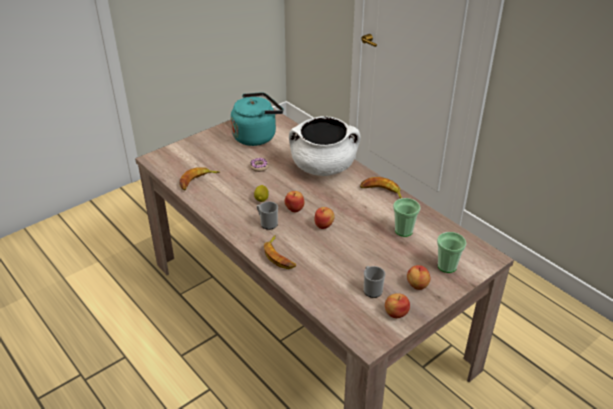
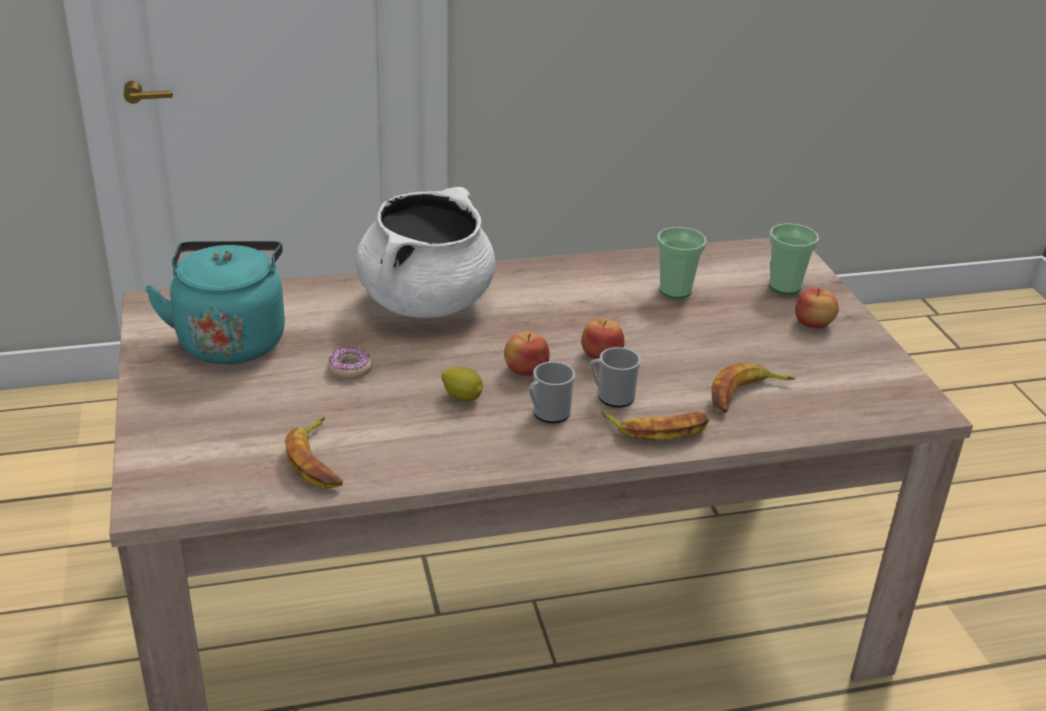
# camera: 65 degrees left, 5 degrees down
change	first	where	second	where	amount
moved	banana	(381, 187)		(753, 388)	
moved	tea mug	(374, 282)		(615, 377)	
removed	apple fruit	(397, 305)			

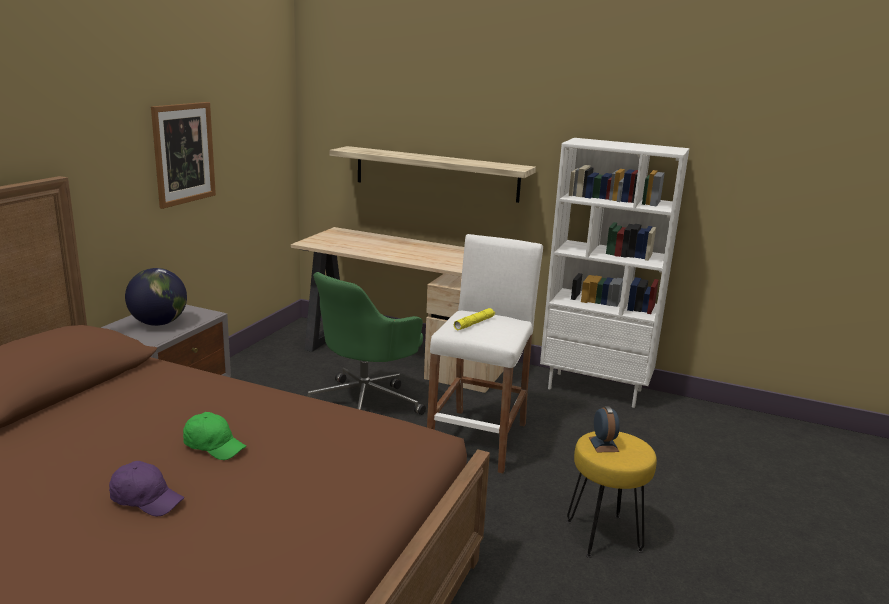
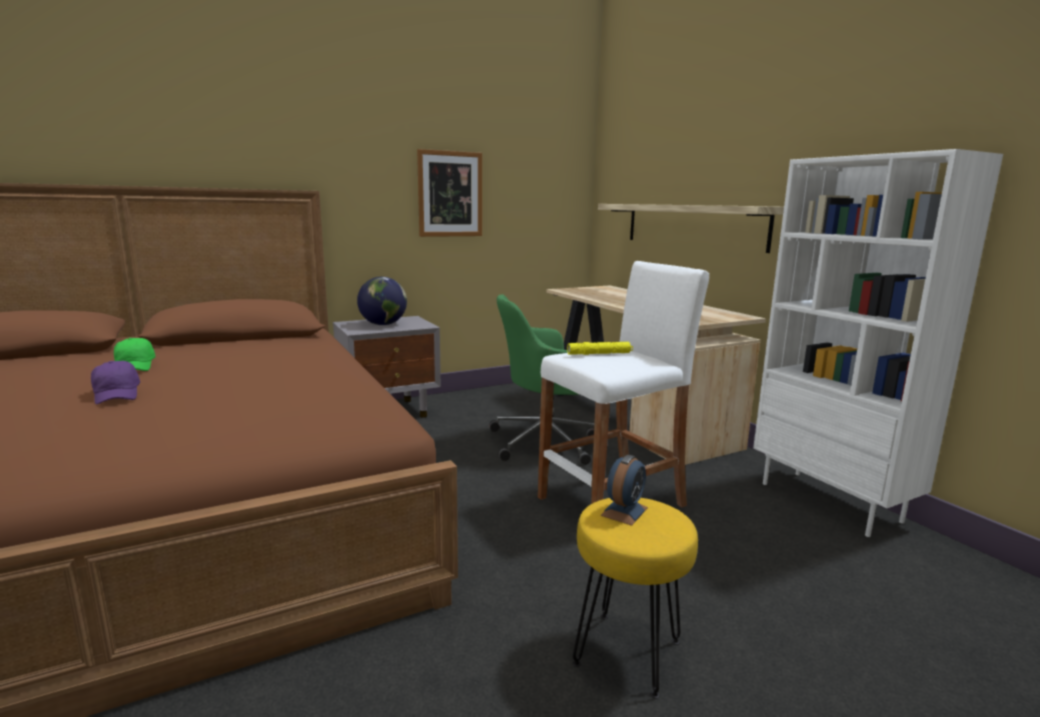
# camera: 40 degrees right, 5 degrees down
change	first	where	second	where	amount
moved	green baseball cap	(214, 436)		(134, 354)	

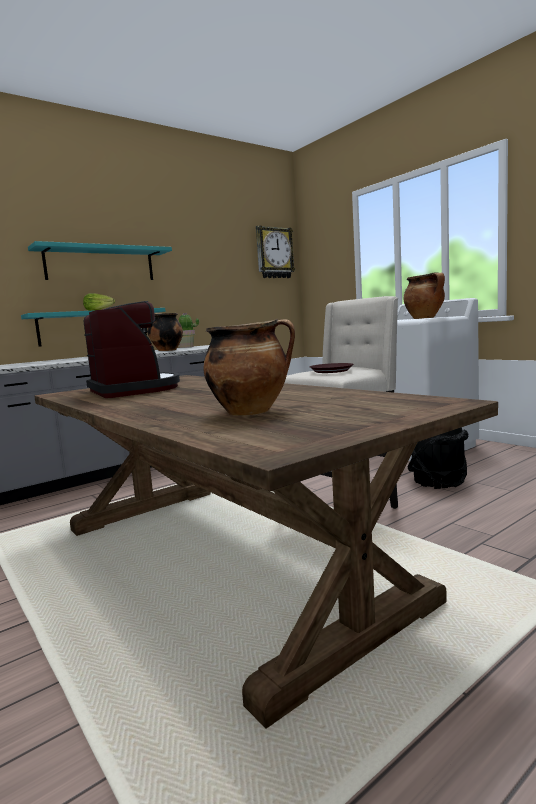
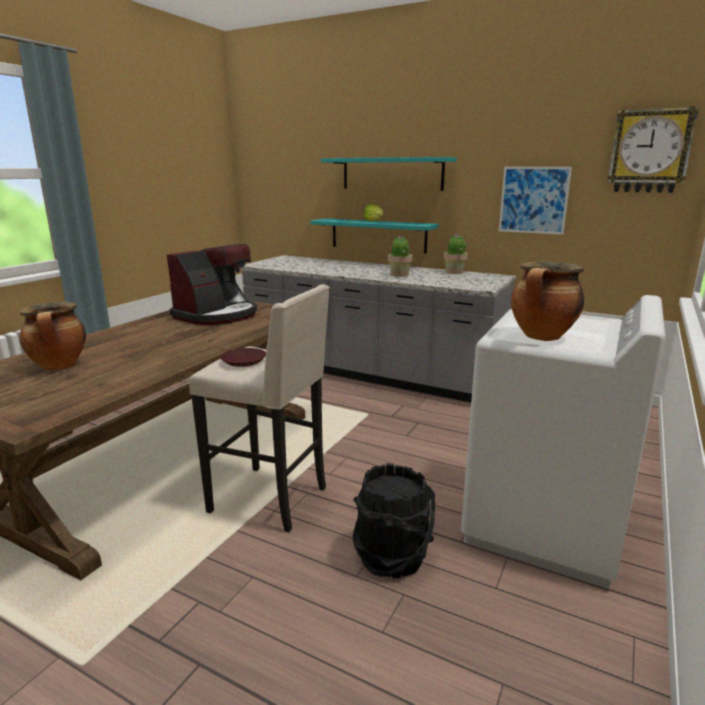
# camera: 65 degrees right, 10 degrees up
change	first	where	second	where	amount
replaced	stockpot	(165, 332)	potted plant	(400, 256)	
added			wall art	(535, 201)	

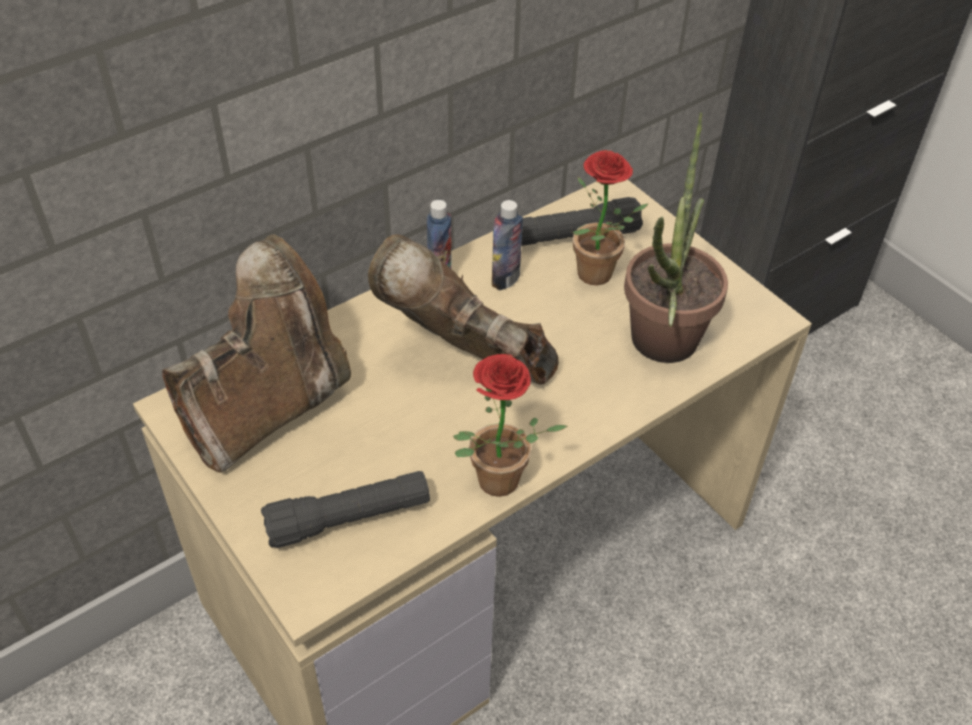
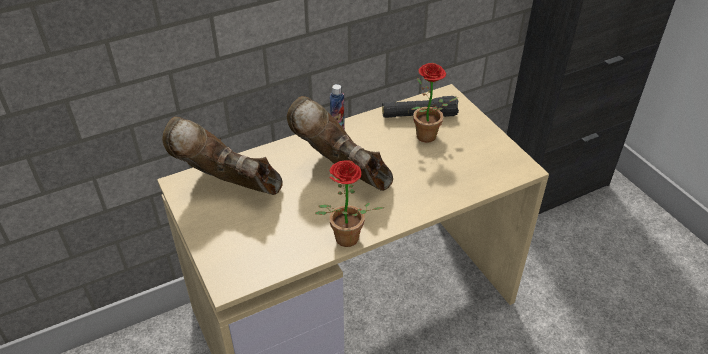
# camera: 10 degrees right, 5 degrees down
change	first	where	second	where	amount
turned	brown tall boot	(256, 354)		(222, 156)	120 degrees counterclockwise
removed	blackish torch	(345, 509)			
removed	drink bottle	(507, 245)			
removed	potted plant	(676, 238)			

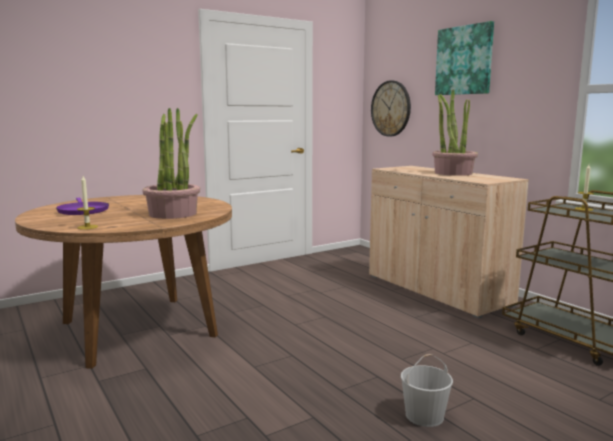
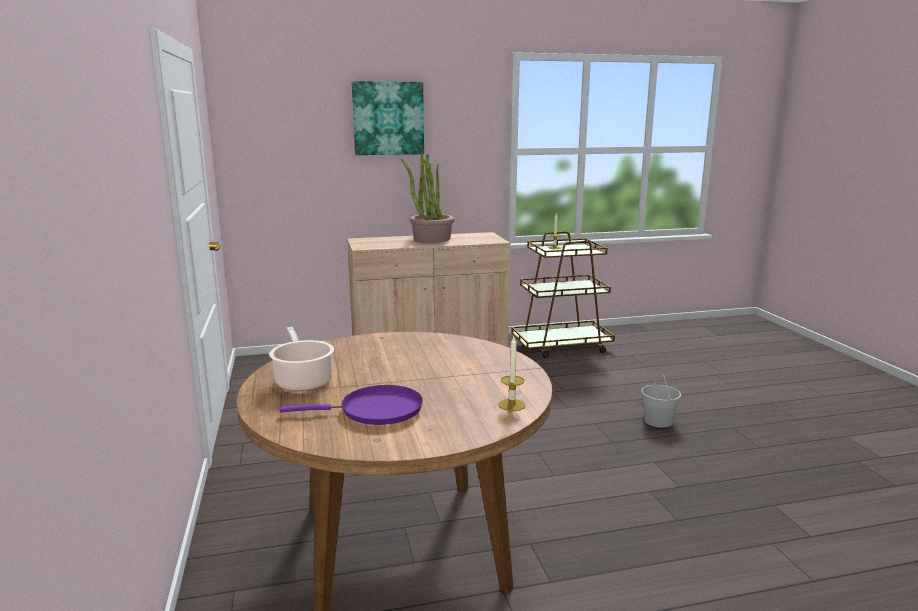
# camera: 70 degrees left, 5 degrees up
change	first	where	second	where	amount
removed	potted plant	(171, 163)			
removed	hanging clock	(391, 109)			
added			stockpot	(301, 359)	

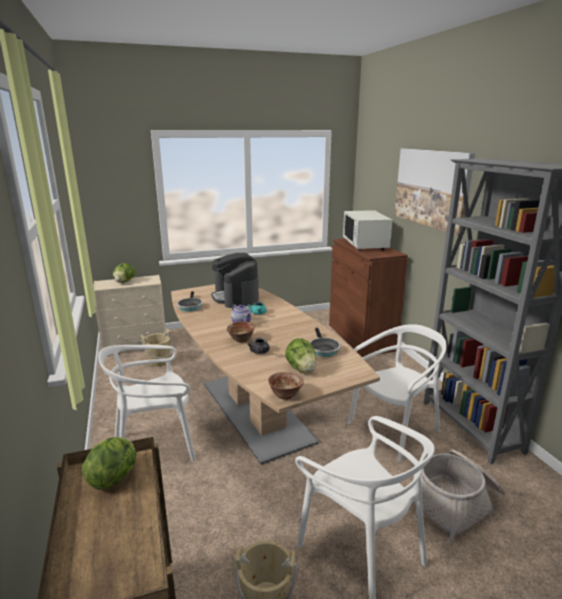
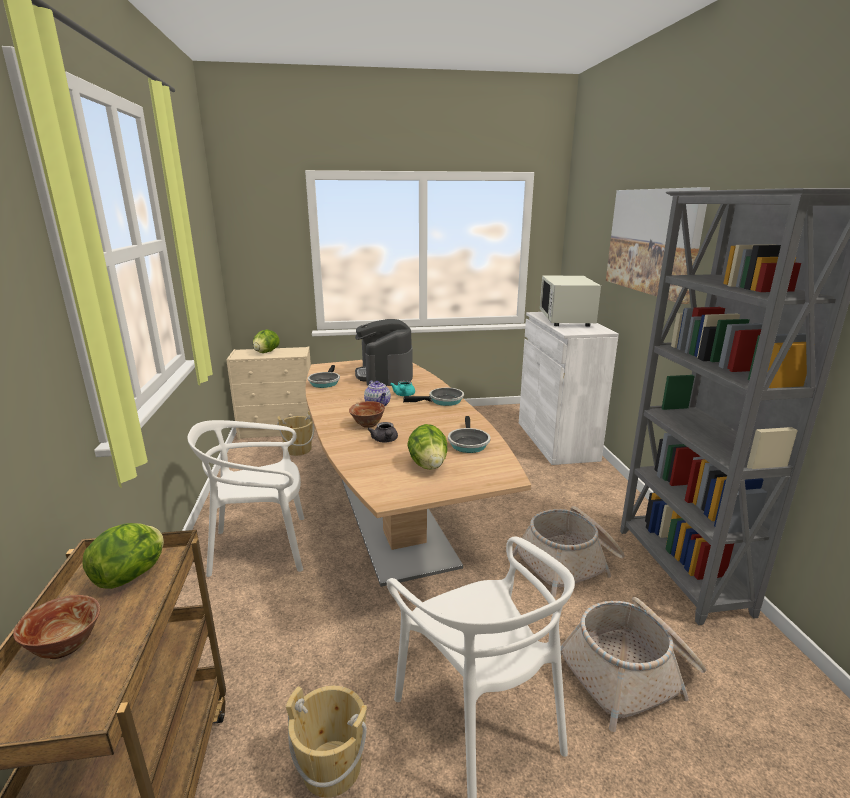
# camera: 10 degrees right, 0 degrees up
change	first	where	second	where	amount
moved	deep dish	(286, 386)		(56, 627)	
recoloured	brown cupboard	(368, 298)	white-coloured cupboard	(569, 388)	
replaced	white-coloured plain chair	(397, 393)	storage basket	(568, 551)	
added			skillet	(433, 397)	

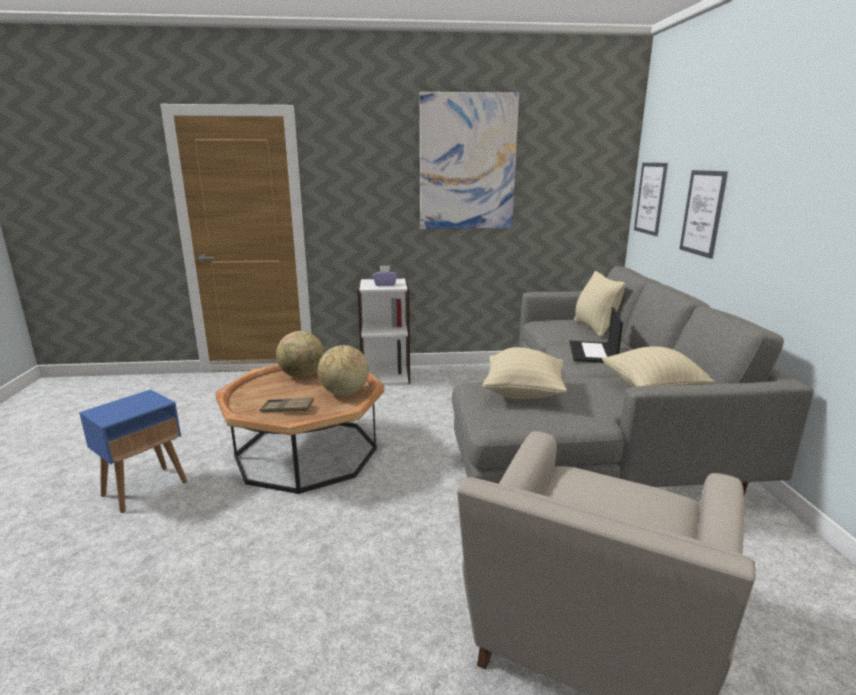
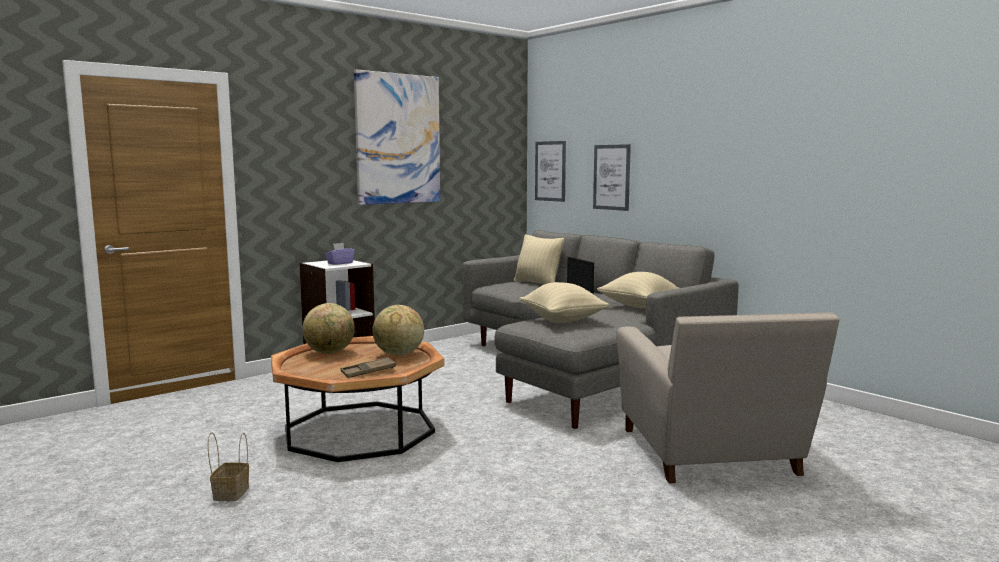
# camera: 35 degrees left, 10 degrees down
change	first	where	second	where	amount
replaced	blue side table	(133, 451)	storage basket	(228, 466)	

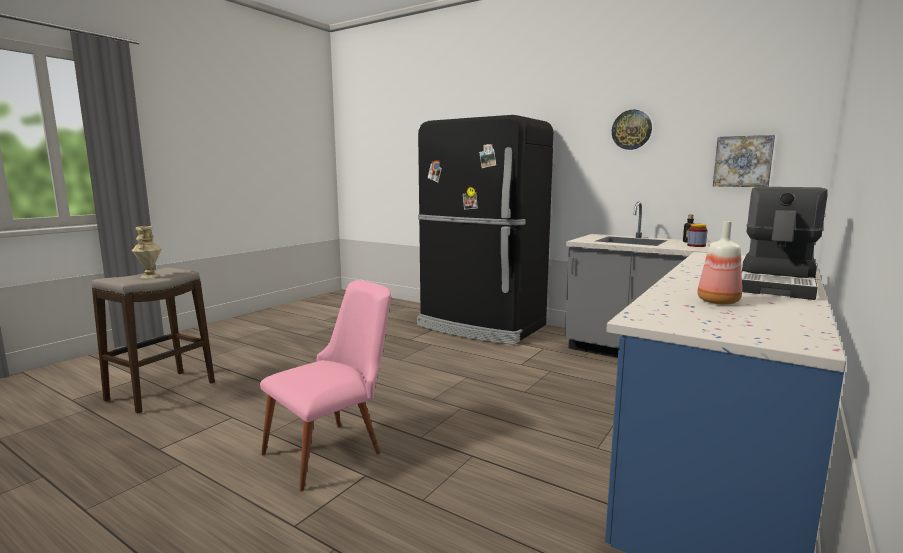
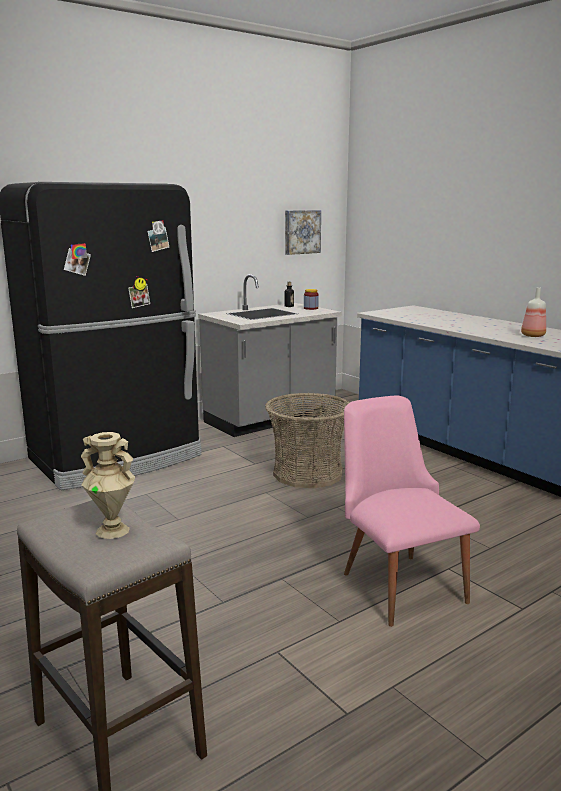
# camera: 70 degrees left, 5 degrees up
change	first	where	second	where	amount
removed	hanging clock	(632, 130)			
removed	coffee maker	(785, 243)			
added			storage basket	(307, 440)	

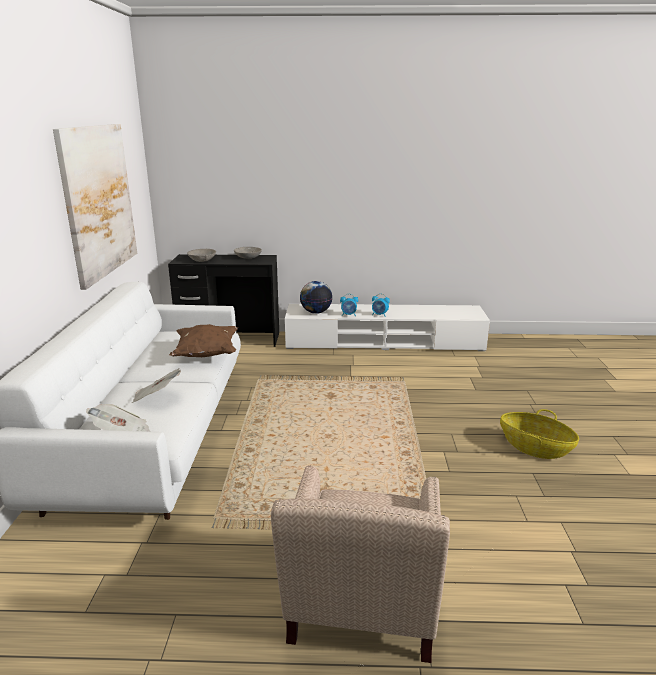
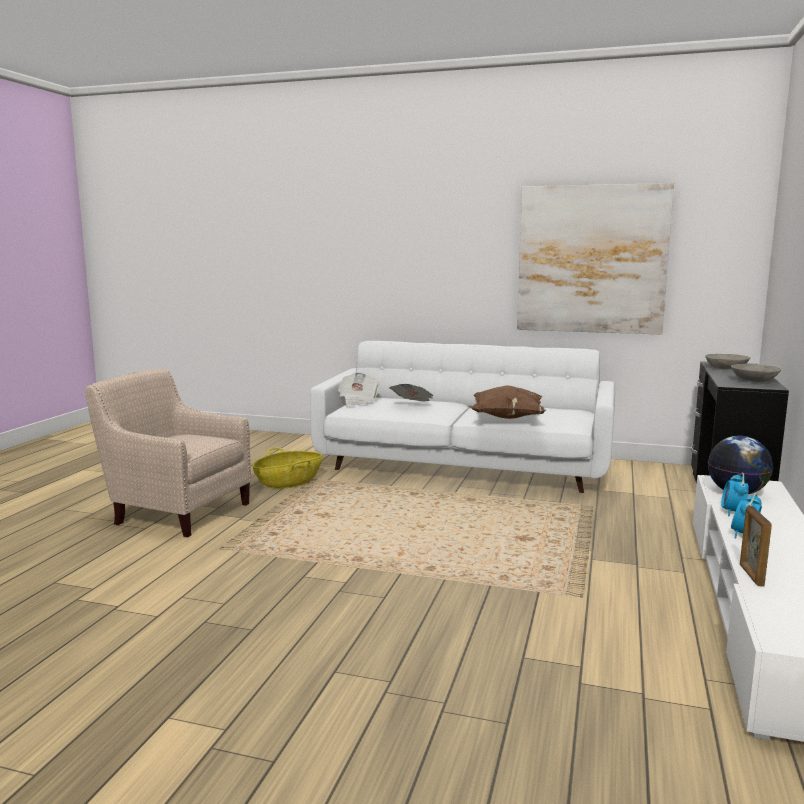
# camera: 105 degrees right, 10 degrees down
change	first	where	second	where	amount
moved	storage basket	(539, 434)		(288, 468)	
added			photo frame	(756, 546)	

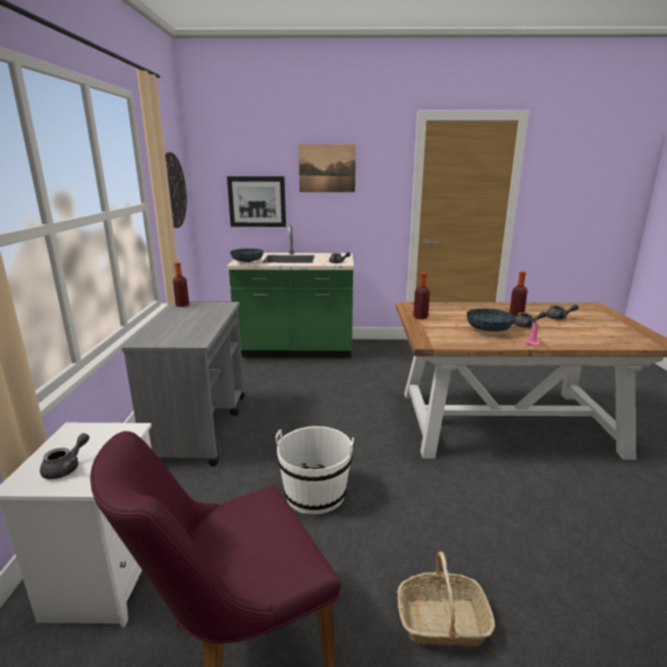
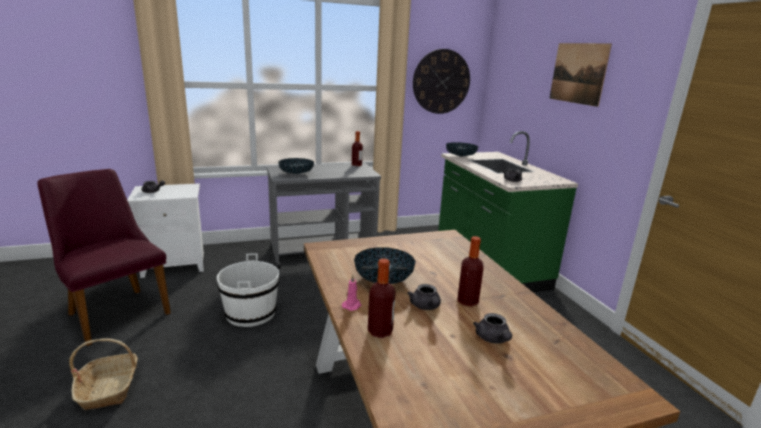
# camera: 70 degrees right, 0 degrees up
change	first	where	second	where	amount
removed	wall art	(256, 201)			
moved	drink bottle	(421, 295)		(382, 298)	
added			deep dish	(296, 166)	

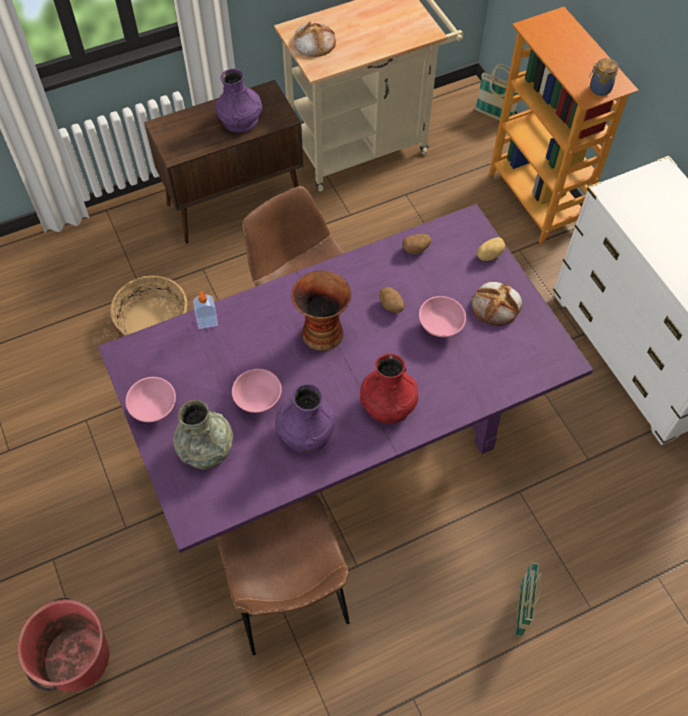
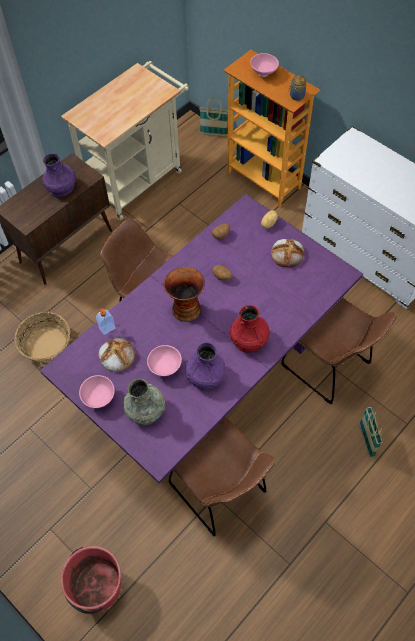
# camera: 20 degrees left, 0 degrees up
change	first	where	second	where	amount
moved	baked bread	(315, 39)		(117, 355)	
moved	pinkish deep dish	(442, 316)		(264, 65)	
added			brown plain chair	(339, 351)	

